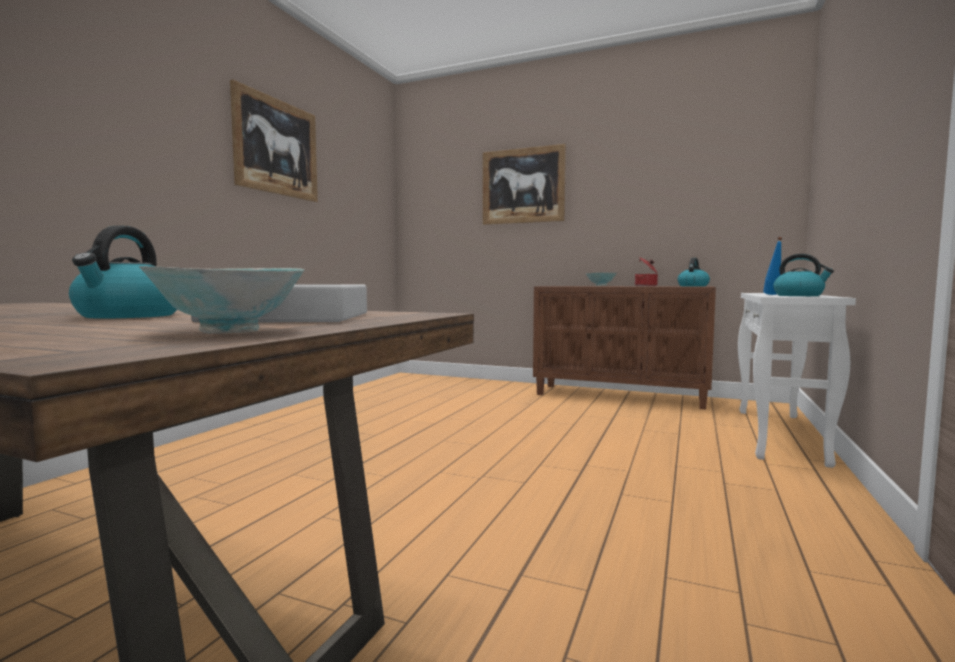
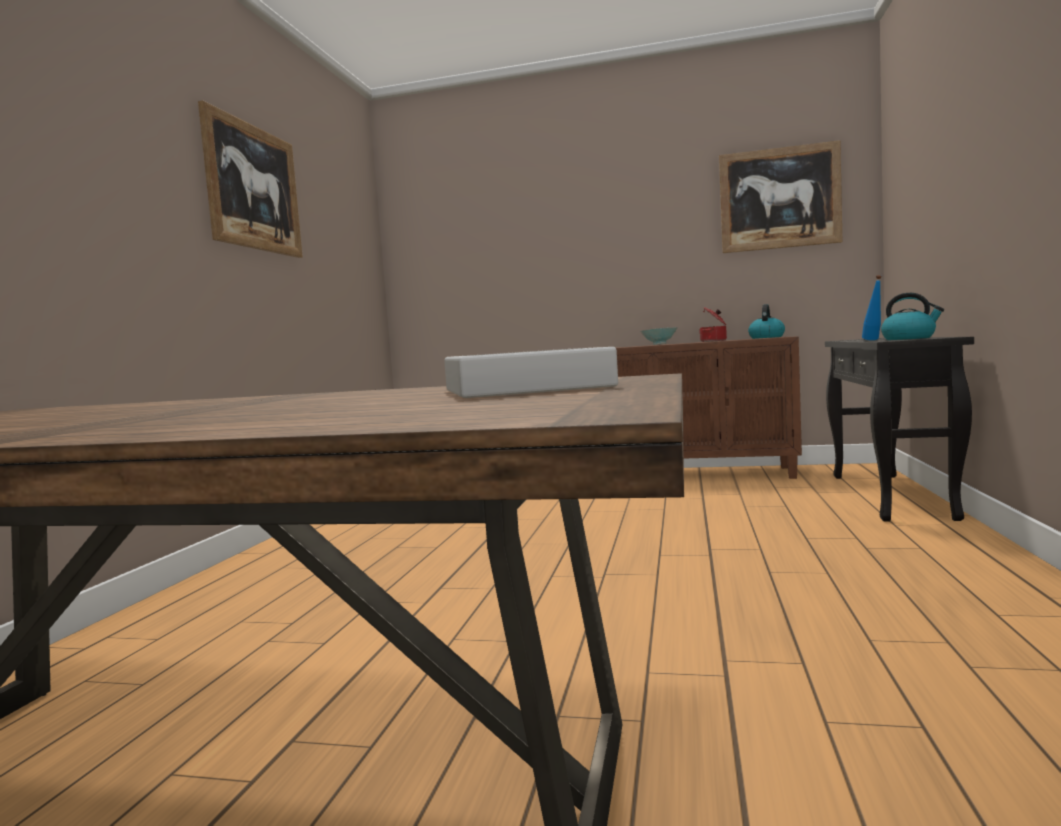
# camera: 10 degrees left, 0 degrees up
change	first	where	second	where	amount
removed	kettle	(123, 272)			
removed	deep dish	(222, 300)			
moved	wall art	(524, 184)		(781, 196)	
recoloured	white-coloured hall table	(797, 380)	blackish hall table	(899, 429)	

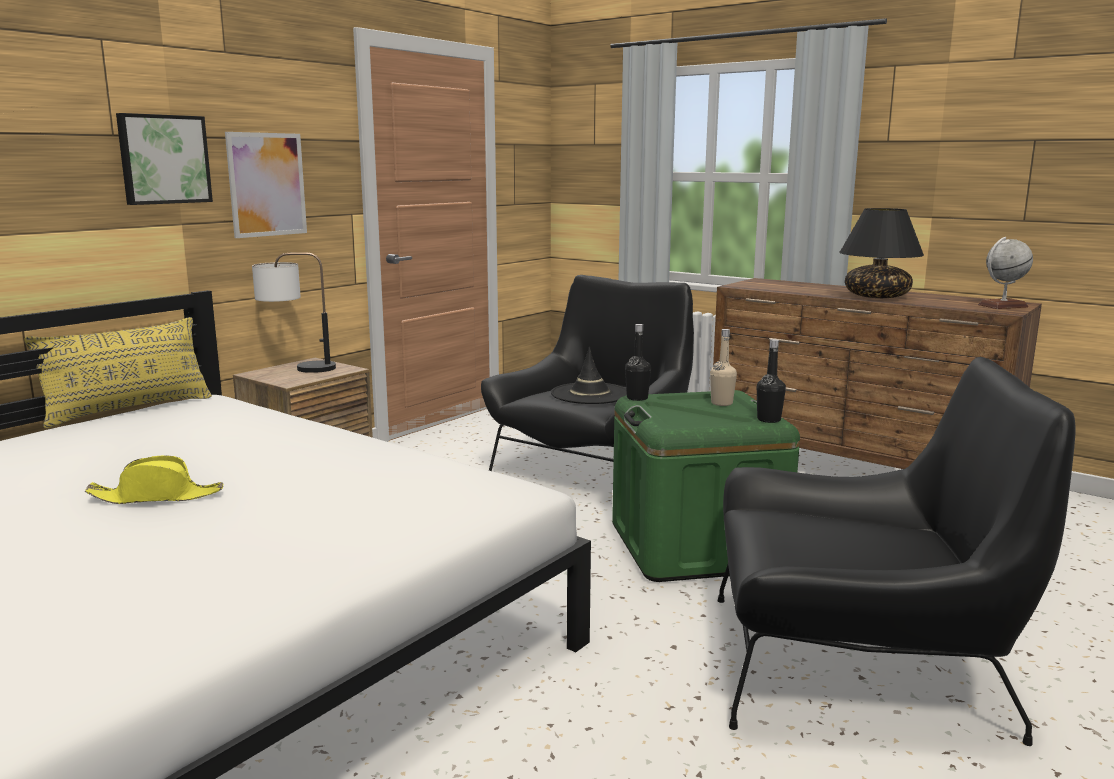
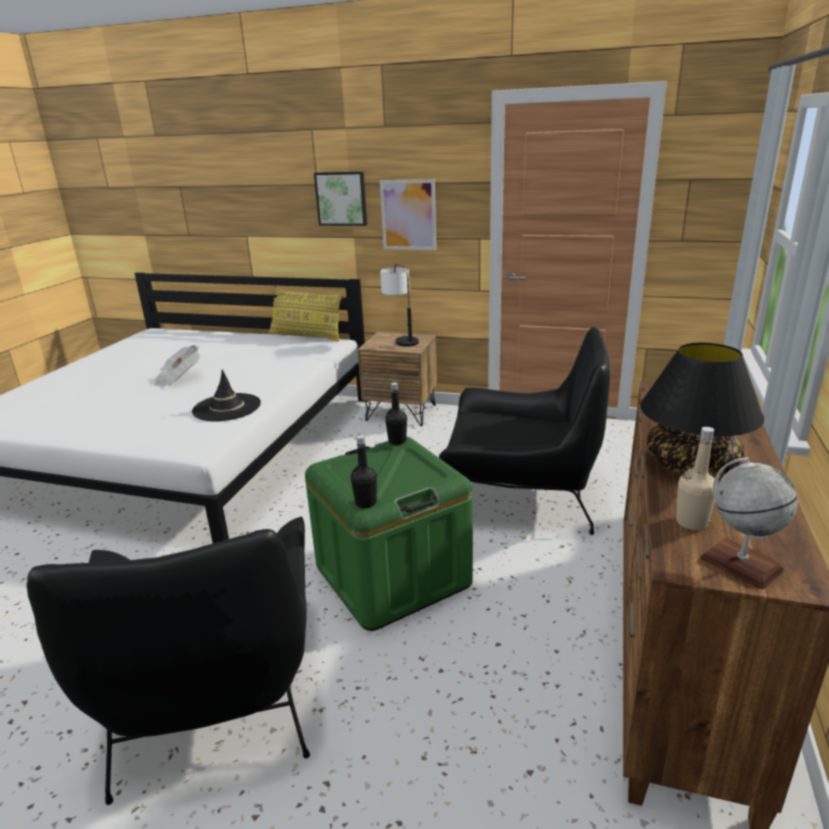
# camera: 70 degrees right, 10 degrees up
change	first	where	second	where	amount
replaced	yellow hat	(154, 479)	daily paper	(175, 365)	
moved	blackish hat	(589, 375)		(226, 395)	
moved	beige-coloured drink bottle	(723, 367)		(695, 478)	

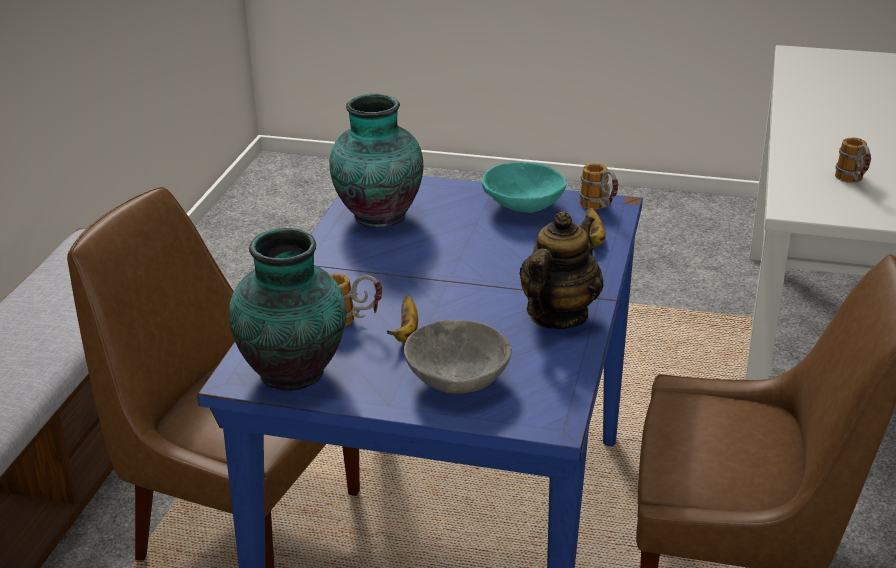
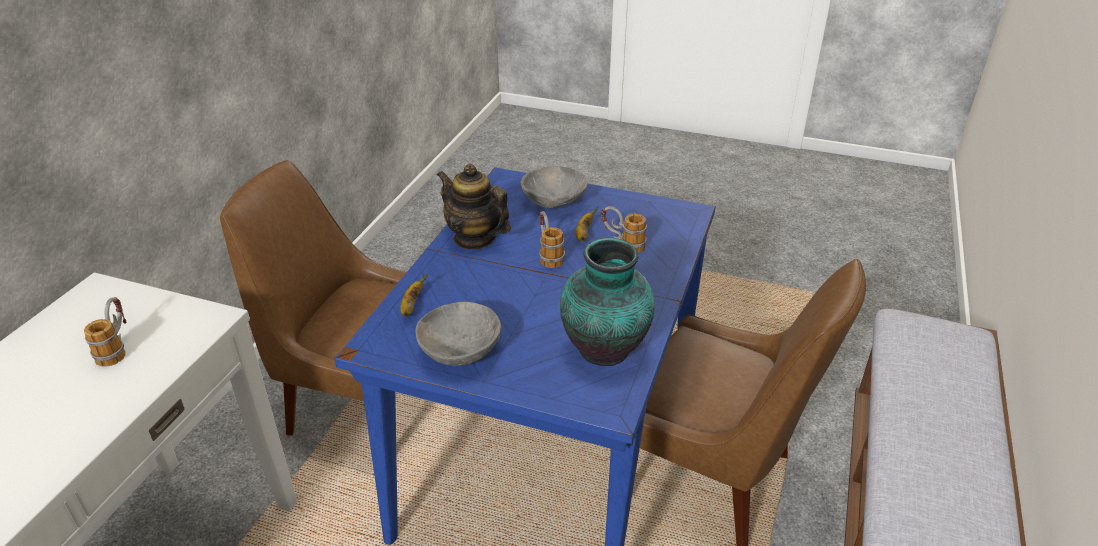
# camera: 175 degrees left, 5 degrees up
change	first	where	second	where	amount
removed	decorative vase	(287, 309)			
recoloured	blue-green deep dish	(524, 187)	grey deep dish	(458, 334)	
turned	teapot	(561, 270)		(474, 207)	90 degrees clockwise
moved	tea mug	(599, 186)		(552, 239)	

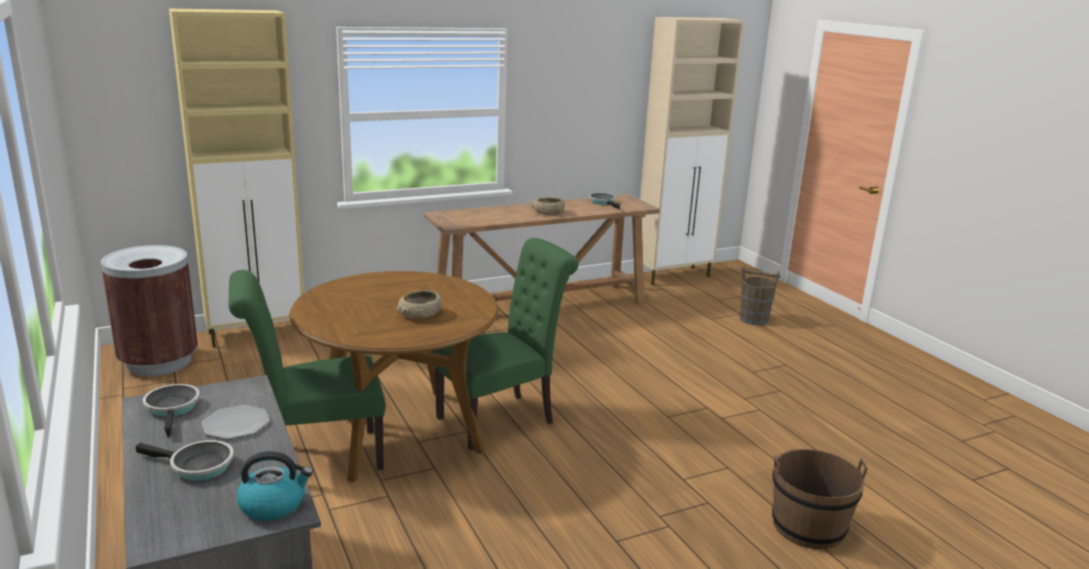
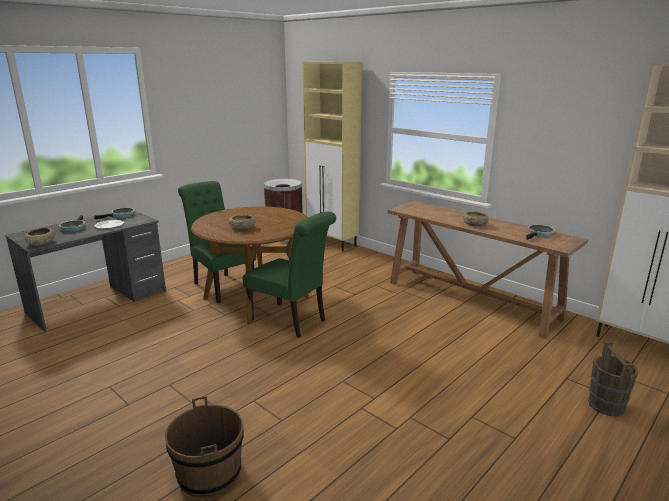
# camera: 70 degrees right, 0 degrees up
change	first	where	second	where	amount
replaced	kettle	(275, 486)	beige-coloured deep dish	(40, 237)	

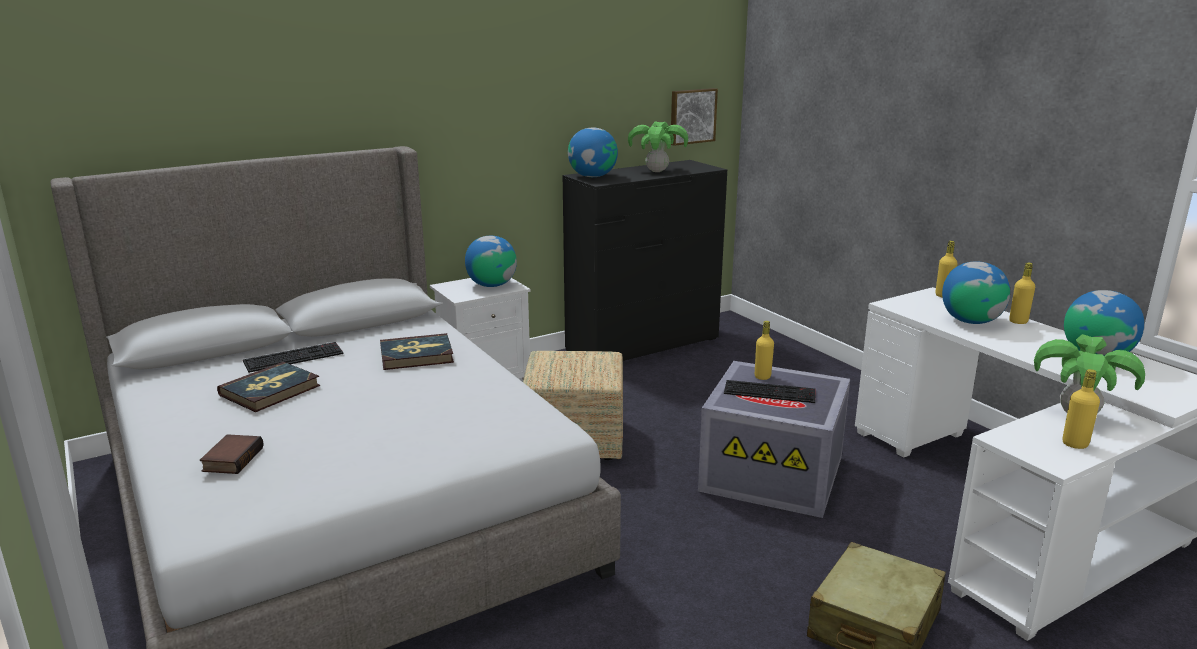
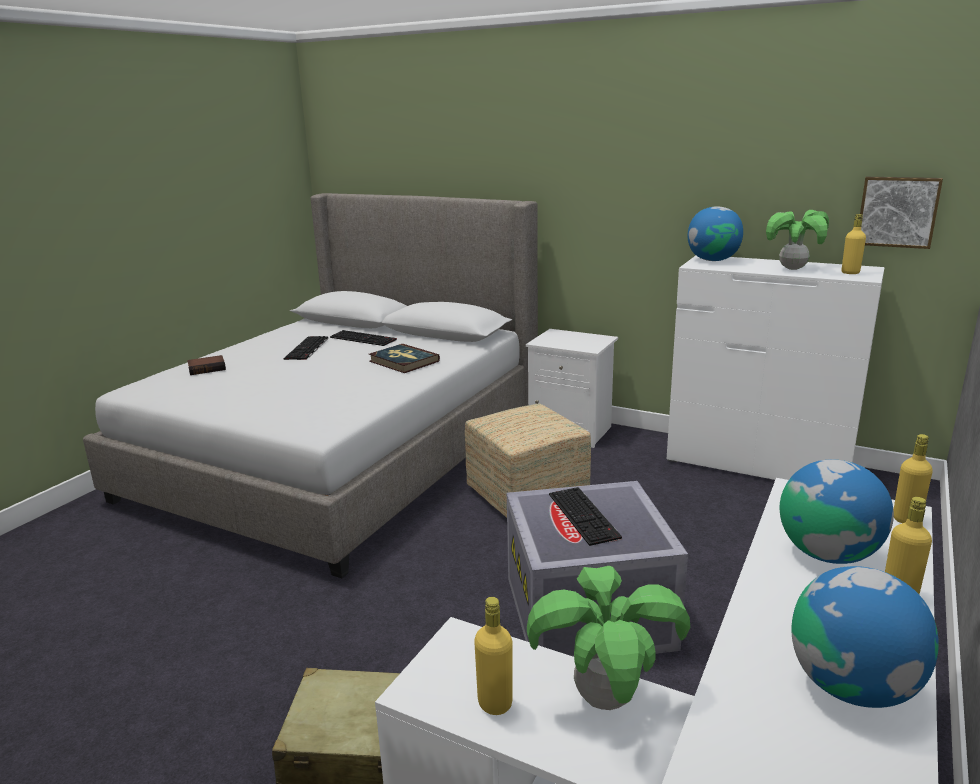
# camera: 60 degrees right, 0 degrees up
change	first	where	second	where	amount
replaced	book	(268, 387)	computer keyboard	(306, 348)	
removed	desk globe	(491, 261)			
recoloured	blackish drawer chest	(645, 260)	white-coloured drawer chest	(776, 368)	
moved	yellow drink bottle	(764, 350)		(854, 244)	

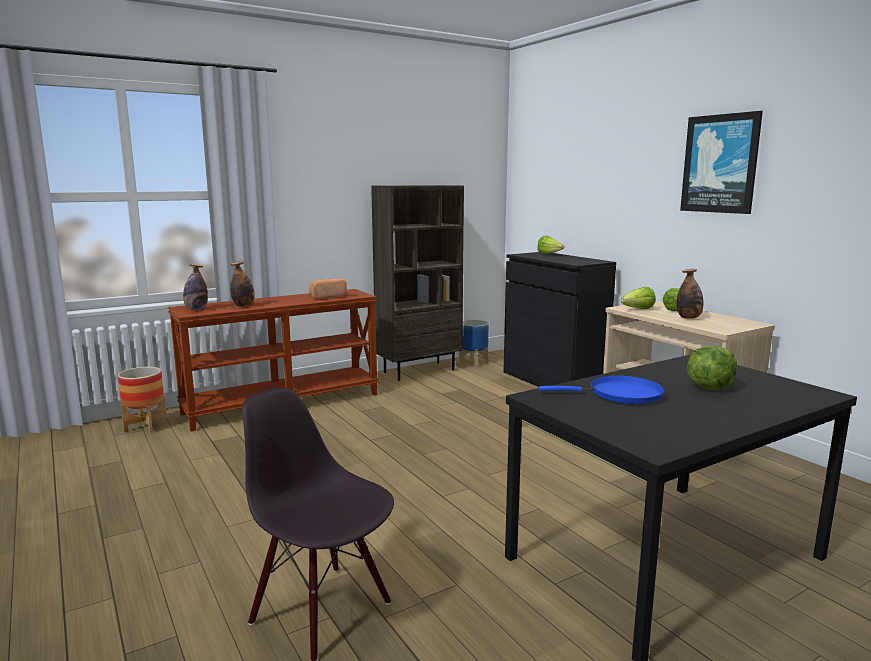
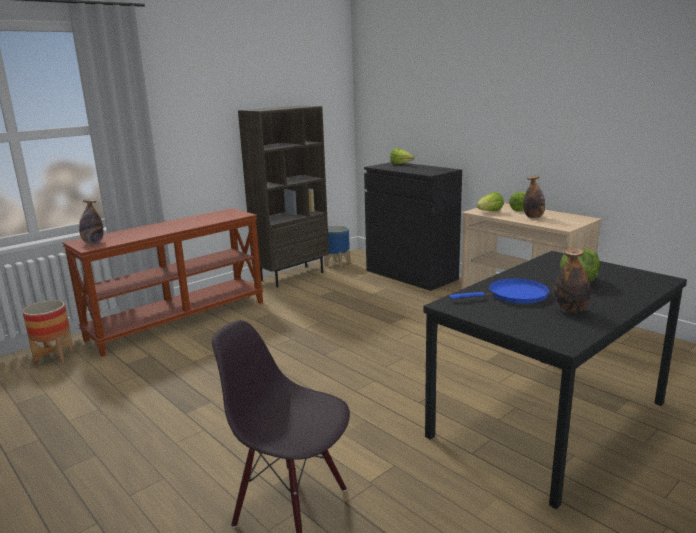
# camera: 10 degrees left, 5 degrees up
change	first	where	second	where	amount
moved	drink bottle	(242, 284)		(572, 280)	
removed	baked bread	(328, 288)			
removed	wall art	(721, 162)			

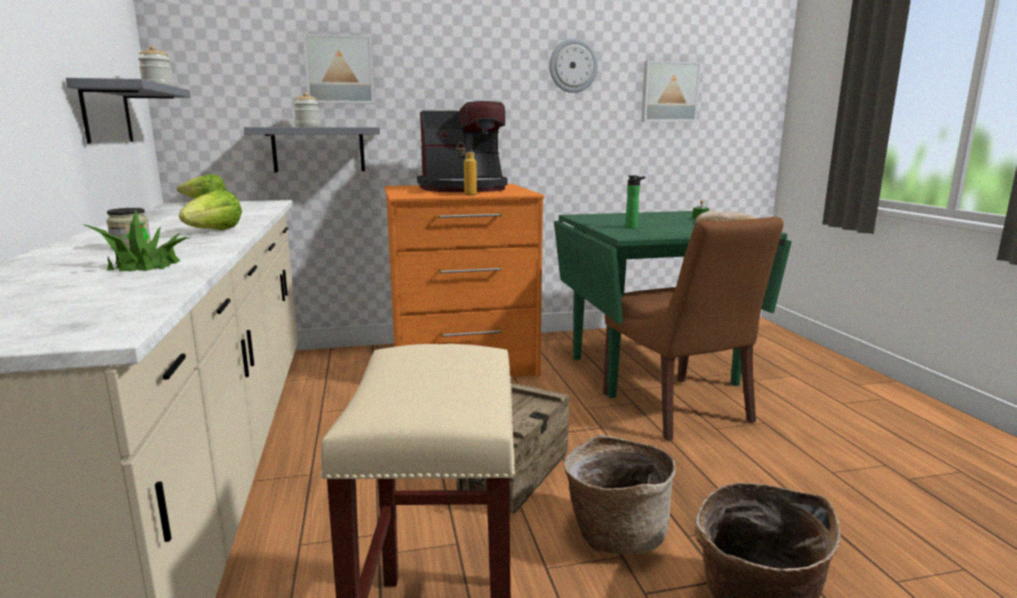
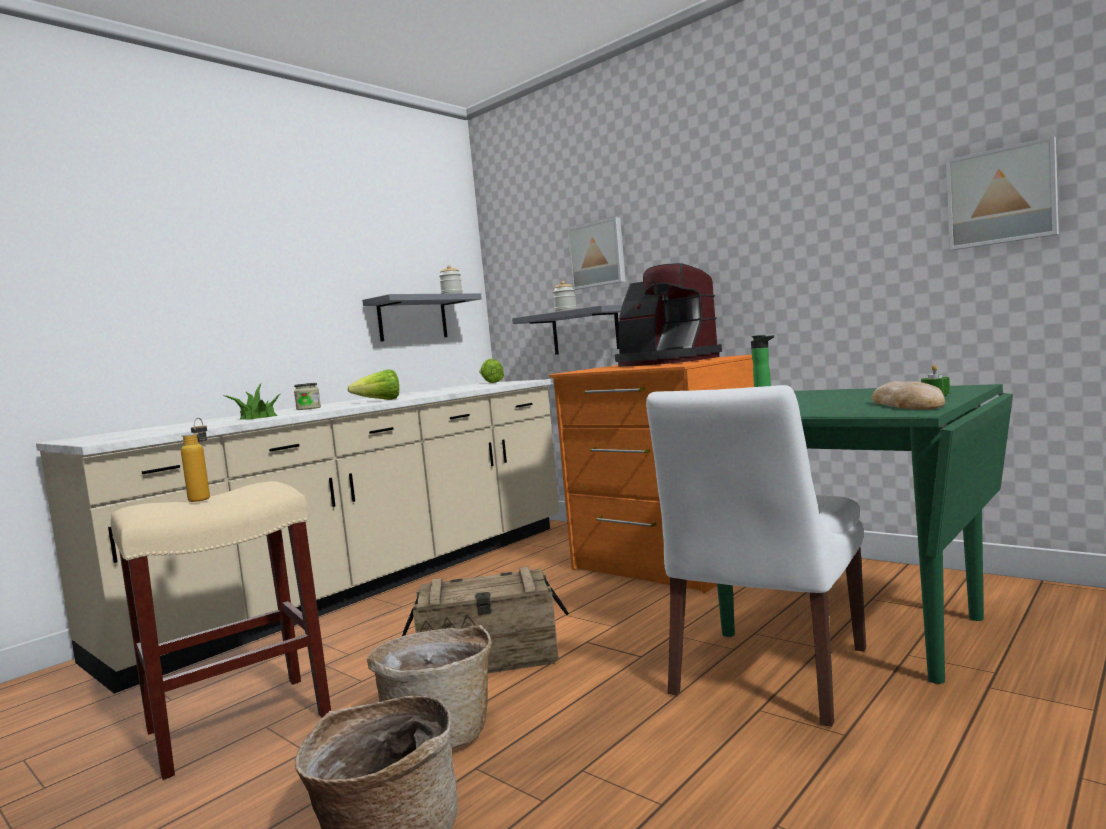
# camera: 55 degrees right, 10 degrees down
change	first	where	second	where	amount
moved	drink bottle	(466, 168)		(195, 460)	
removed	hanging clock	(573, 65)			
recoloured	brown plain chair	(693, 329)	white-coloured plain chair	(756, 556)	

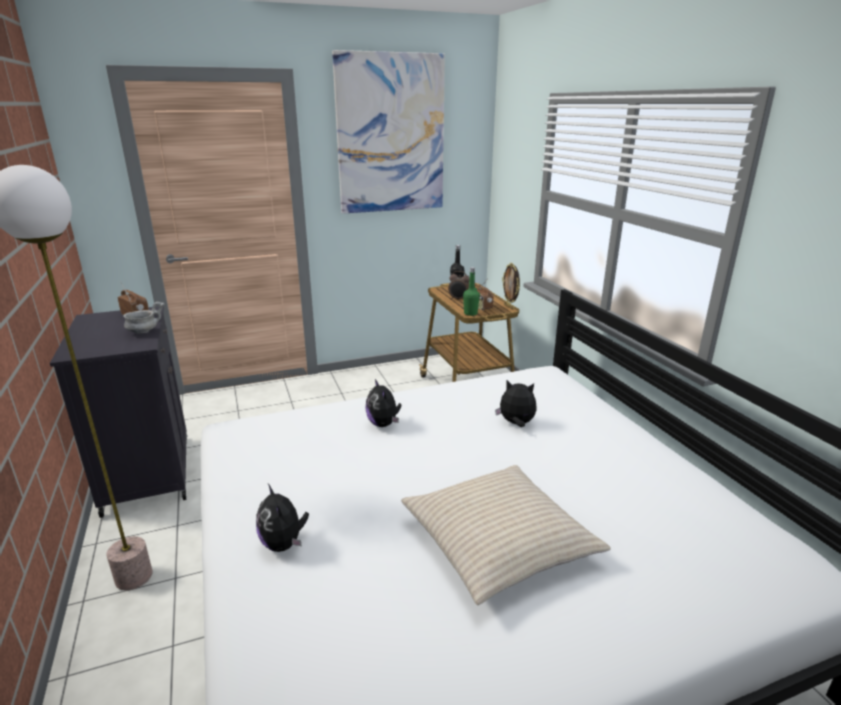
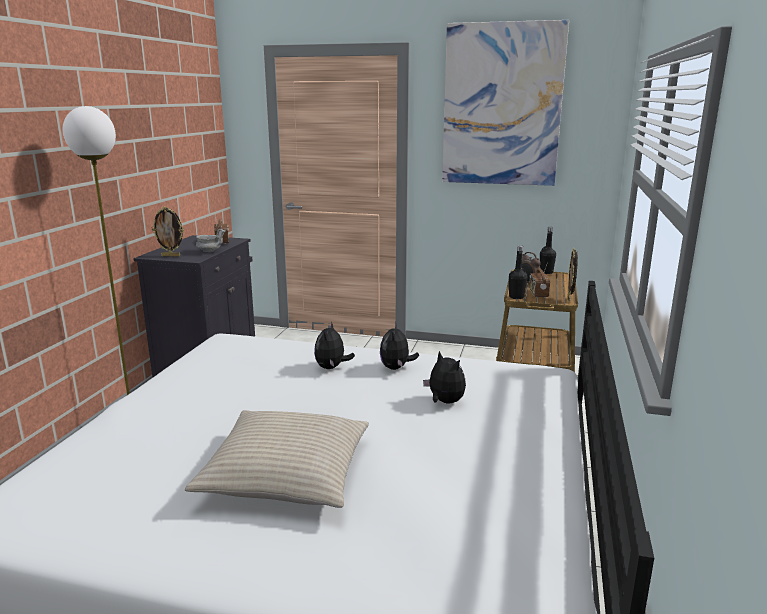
# camera: 35 degrees right, 5 degrees down
change	first	where	second	where	amount
moved	soft toy	(282, 518)		(399, 346)	
recoloured	green drink bottle	(471, 291)	blackish drink bottle	(518, 272)	
added			photo frame	(167, 231)	

